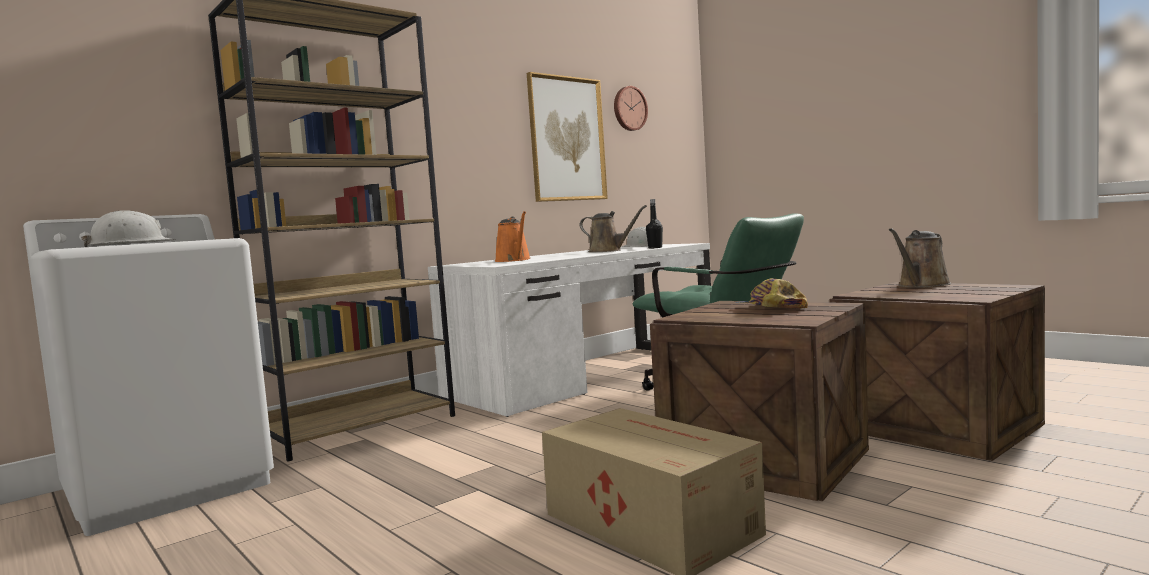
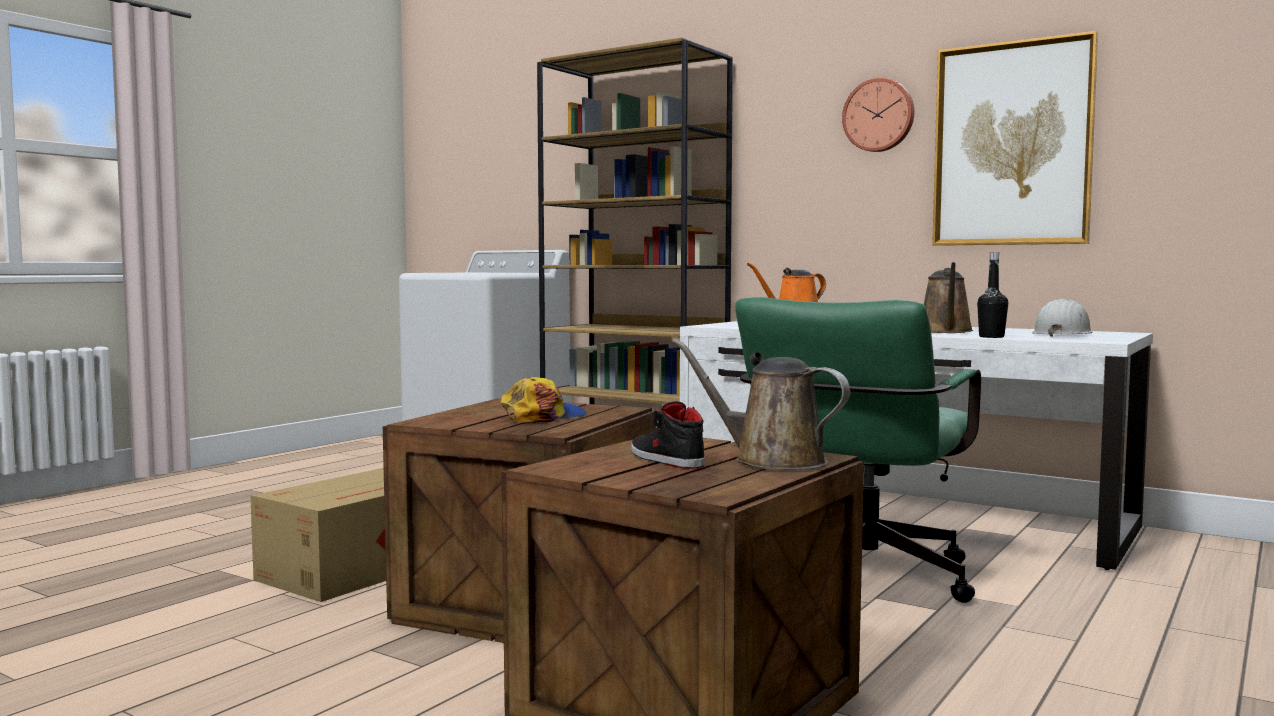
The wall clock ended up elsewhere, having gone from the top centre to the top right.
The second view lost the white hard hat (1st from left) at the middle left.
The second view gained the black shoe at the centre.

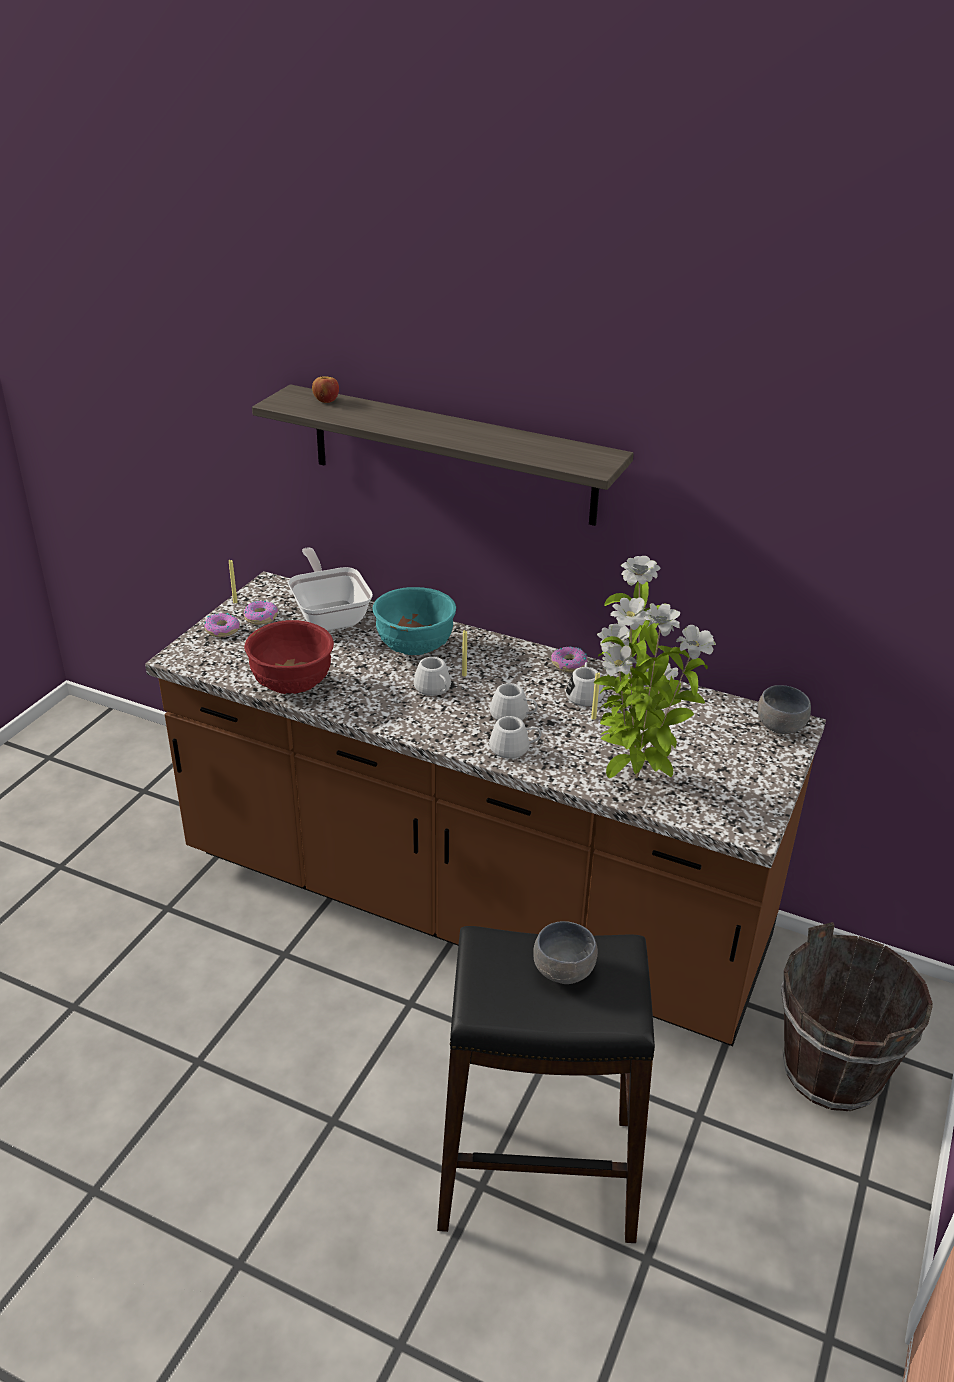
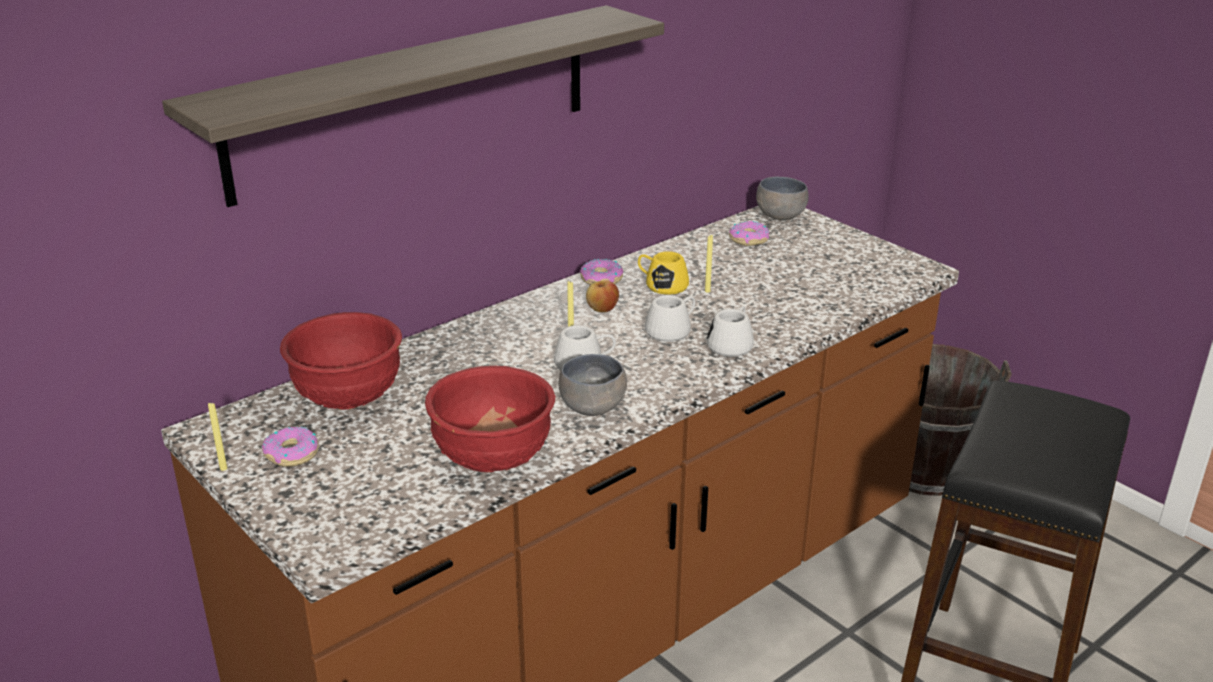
The apple ended up elsewhere, having gone from the top centre to the centre.
Where the frying pan stood at the centre, the red bowl (1st from left) came to stand at the middle left.
The second view lost the potted plant at the middle right.
The second view lost the turquoise bowl at the centre.
The donut (1st from left in the first image) ended up elsewhere, having gone from the middle left to the centre.
What was the white mug (4th from left) at the centre turned into the yellow mug at the centre.
The grey bowl (1st from left) ended up elsewhere, having gone from the bottom centre to the centre.

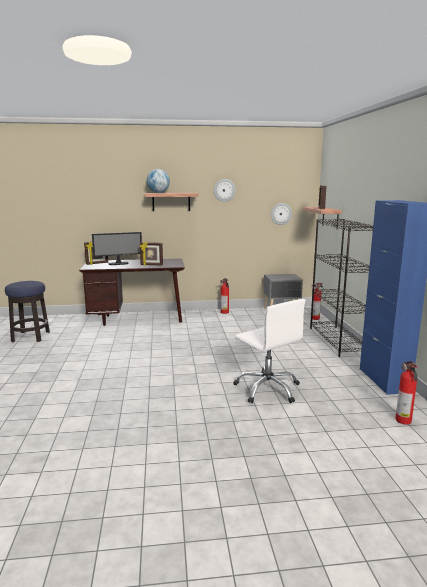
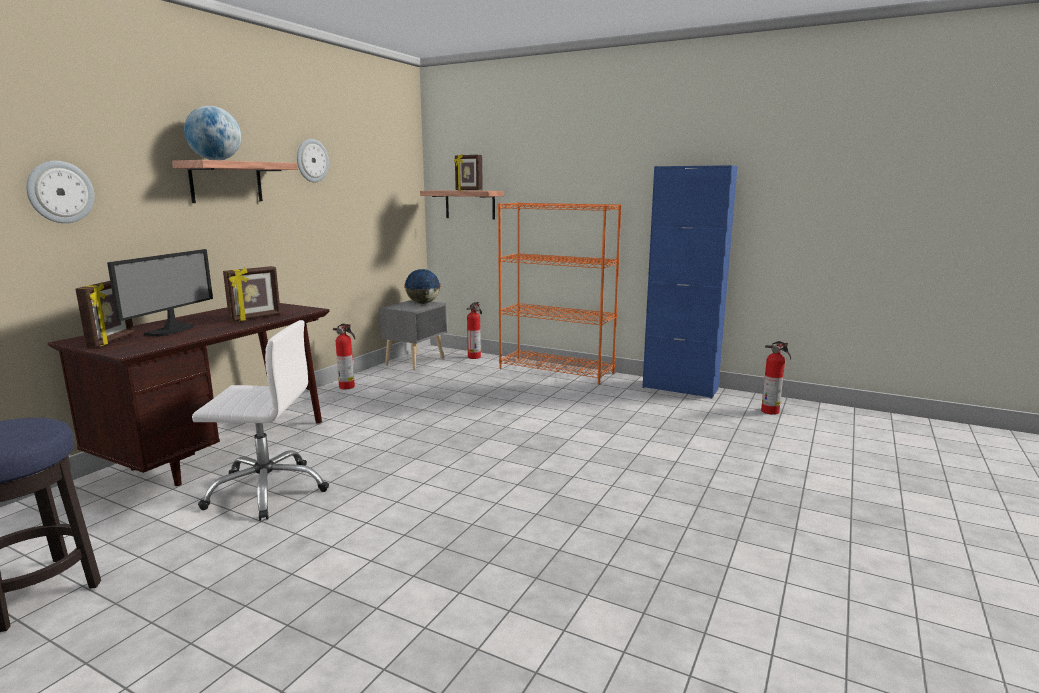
The wall clock (2nd from left in the first image) ended up elsewhere, having gone from the centre to the top left.
What was the black bookcase at the middle right turned into the orange bookcase at the centre.
The white office chair ended up elsewhere, having gone from the centre to the middle left.
The second view gained the globe (2nd from left) at the centre.

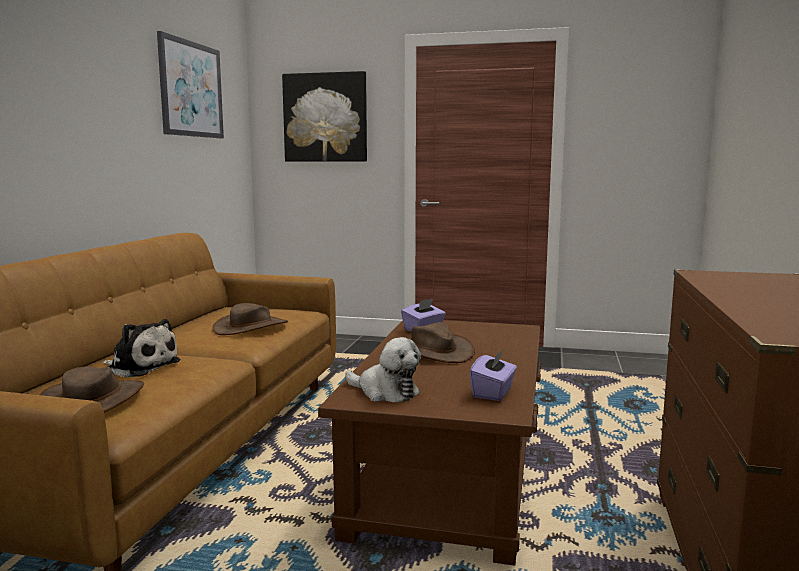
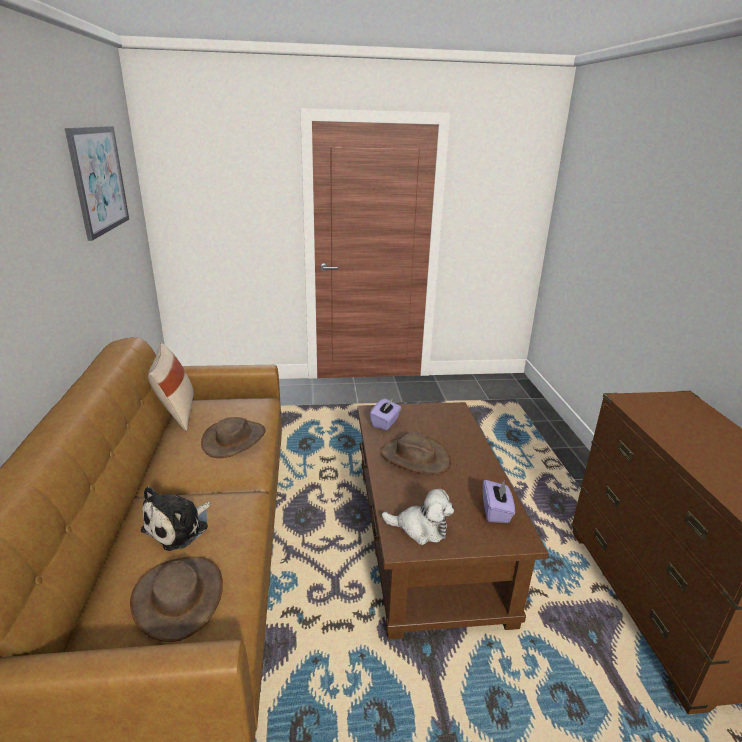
The second view lost the picture (2nd from left) at the top centre.
The plush toy (1st from left) at the middle left ended up facing another way, 120 degrees clockwise from before.
The second view gained the beige pillow at the middle left.

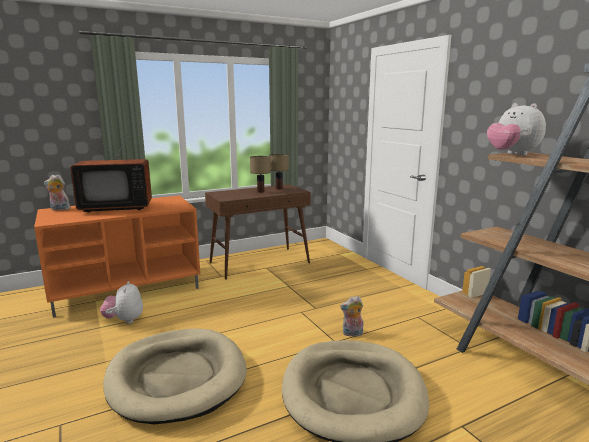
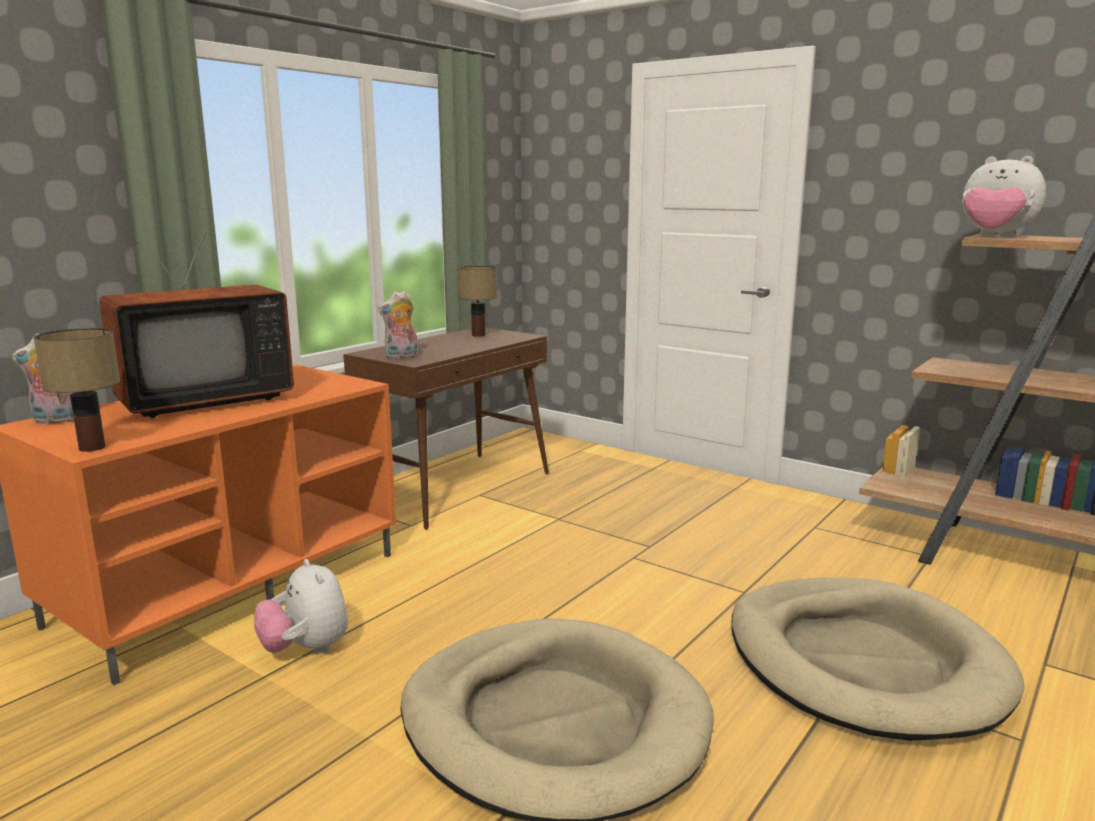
The table lamp (1st from left) ended up elsewhere, having gone from the centre to the middle left.
The plush toy (3rd from left) ended up elsewhere, having gone from the bottom centre to the centre.

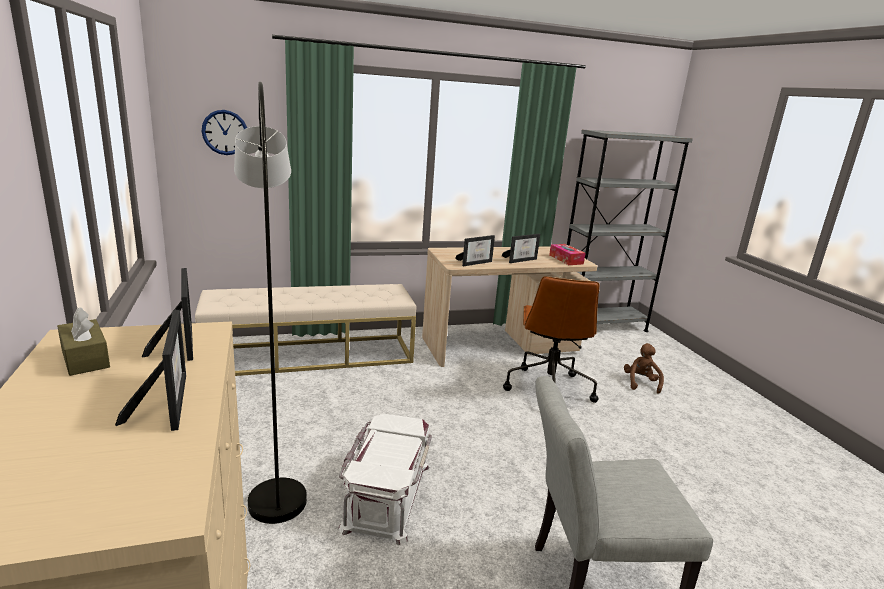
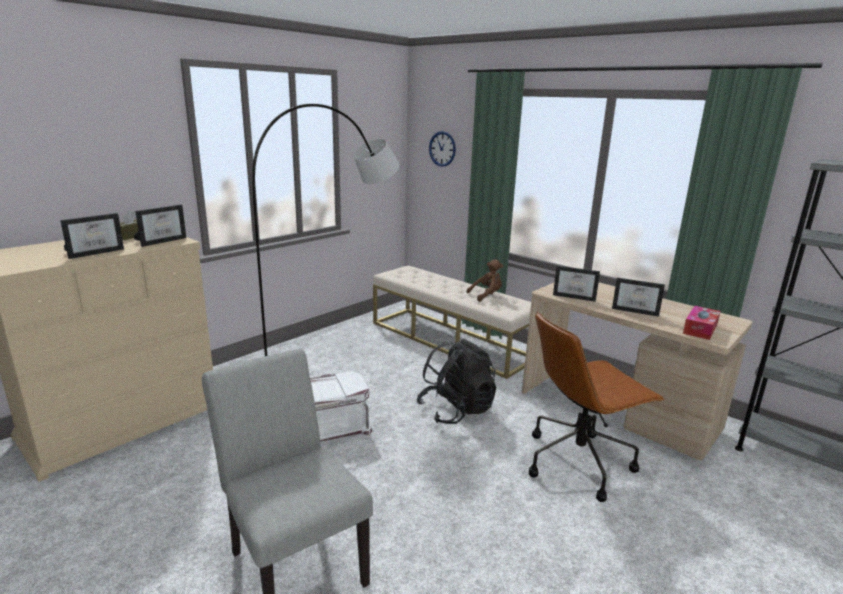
The brown plush toy ended up elsewhere, having gone from the middle right to the centre.
The second view gained the black backpack at the centre.

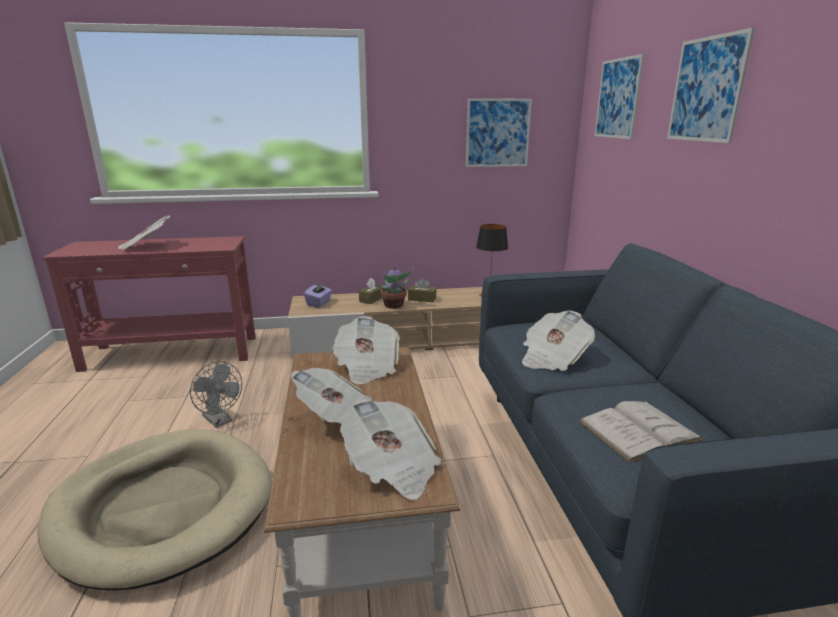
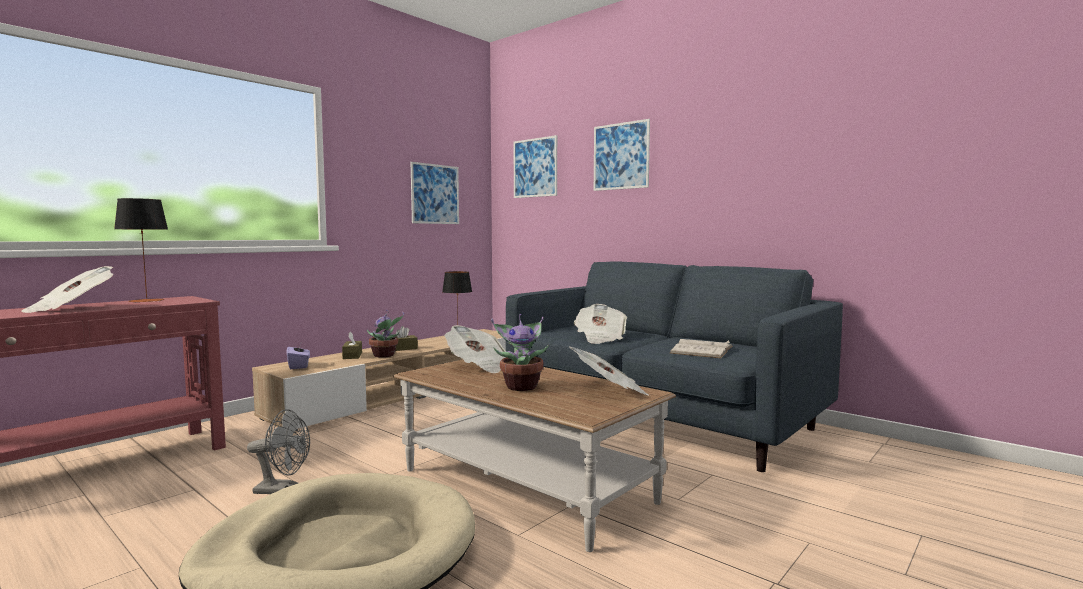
Where the newspaper (2nd from left) stood at the centre, the potted plant (2nd from left) came to stand at the centre.
The second view gained the table lamp (1st from left) at the middle left.

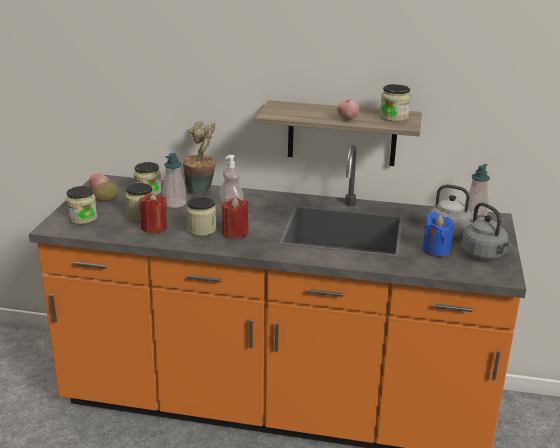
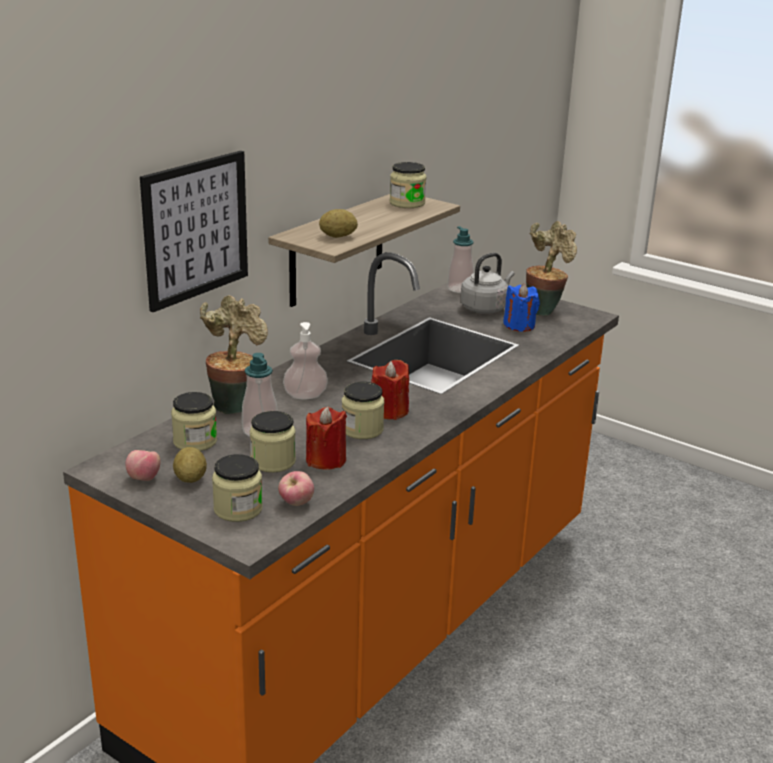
The apple (2nd from left) ended up elsewhere, having gone from the top centre to the centre.
Where the grey kettle (2nd from left) stood at the middle right, the potted plant (2nd from left) came to stand at the middle right.
The second view gained the picture at the top left.
The second view gained the potato (2nd from left) at the top centre.

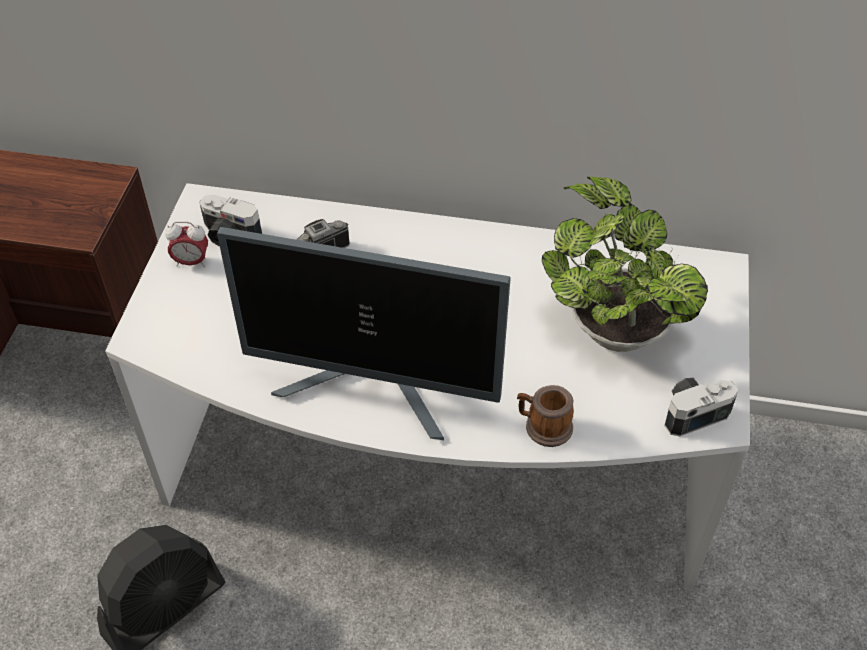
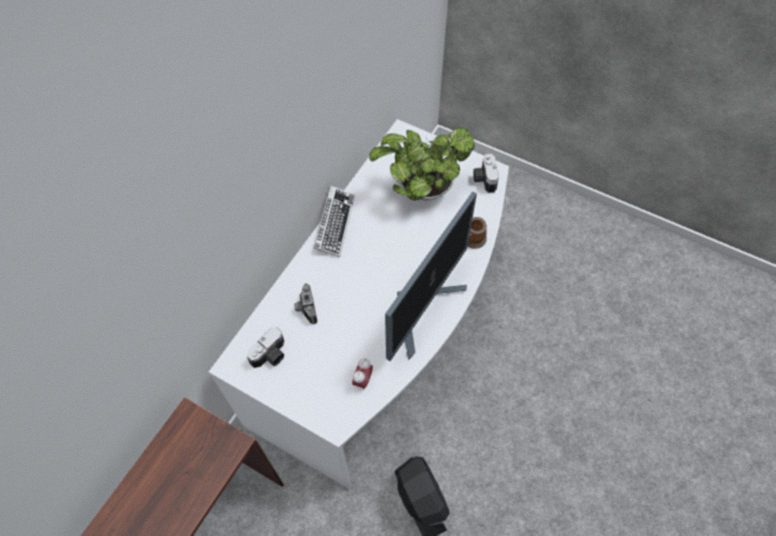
The alarm clock ended up elsewhere, having gone from the middle left to the bottom centre.
The second view gained the keyboard at the centre.

